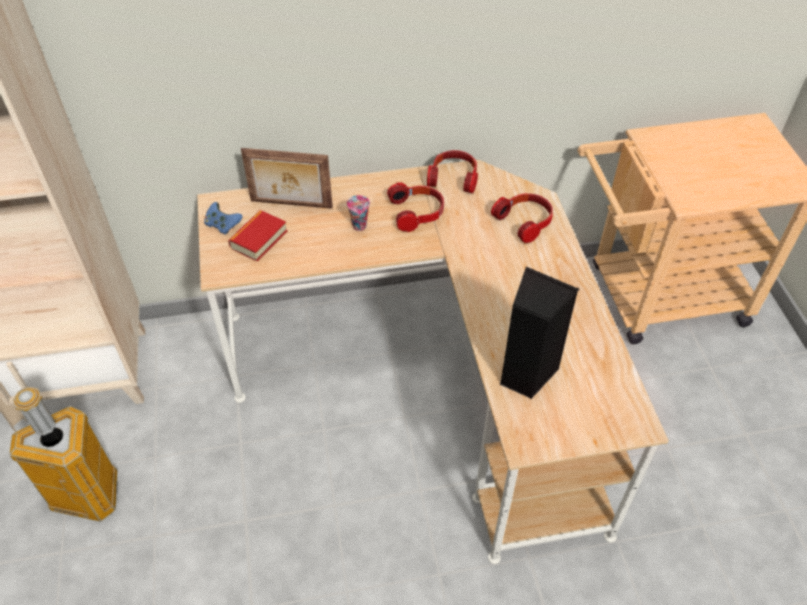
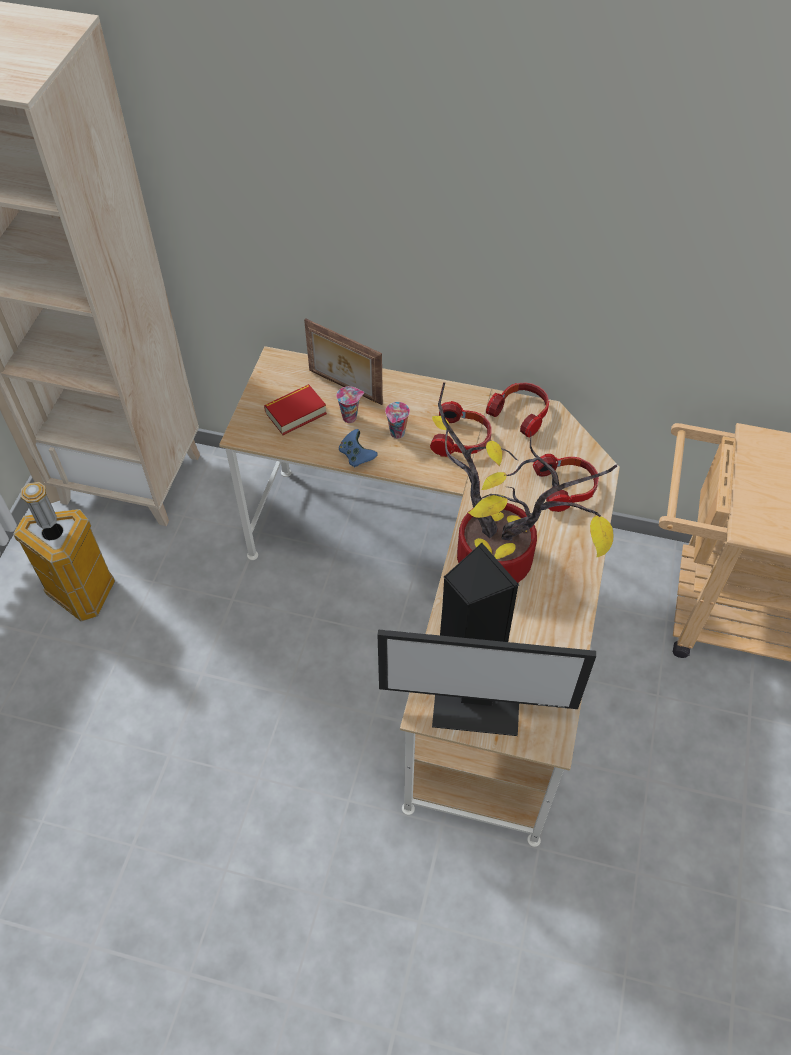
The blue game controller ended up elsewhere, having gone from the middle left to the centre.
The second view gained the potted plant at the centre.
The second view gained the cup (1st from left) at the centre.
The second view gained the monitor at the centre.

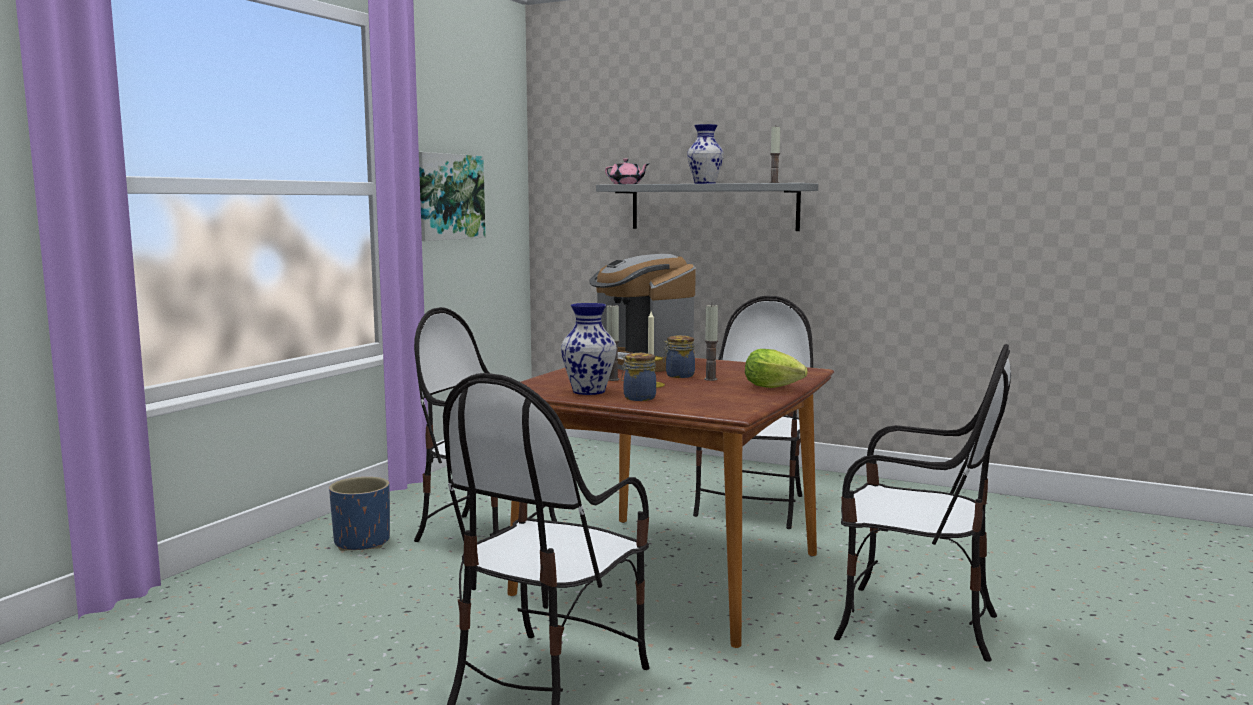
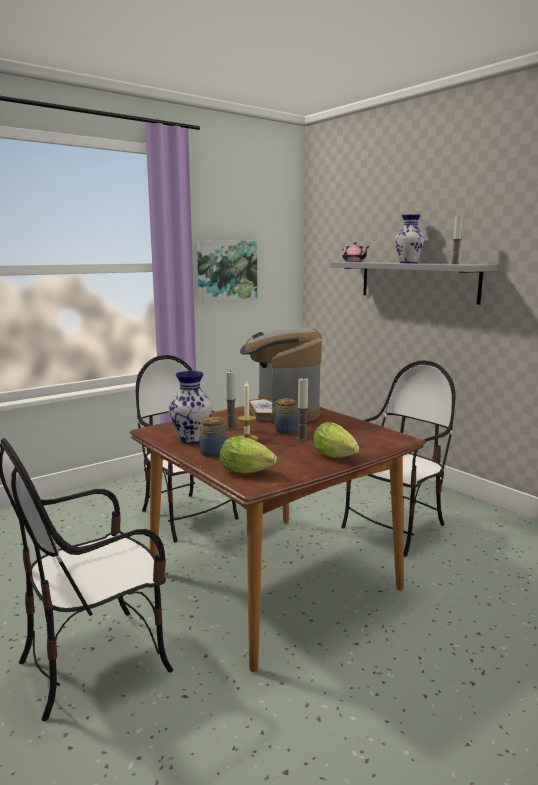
The second view lost the chair (4th from left) at the bottom right.
The second view lost the blue planter at the bottom left.
The second view gained the lettuce (1st from left) at the centre.

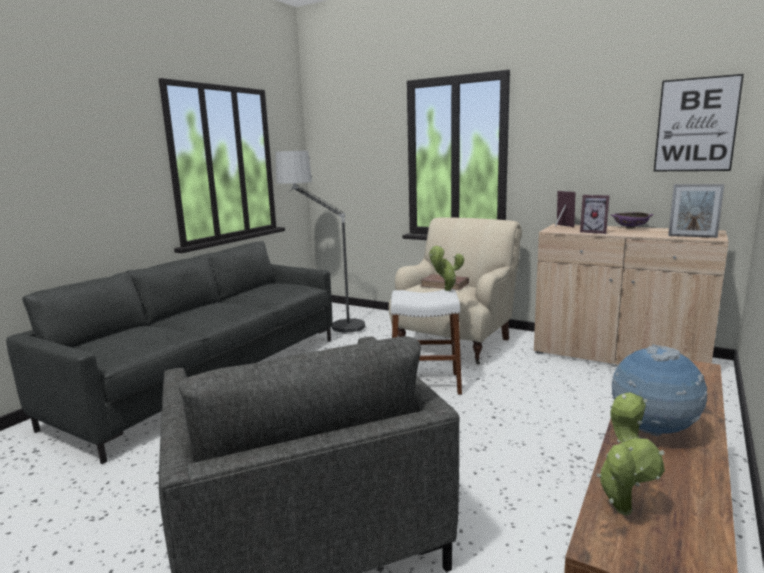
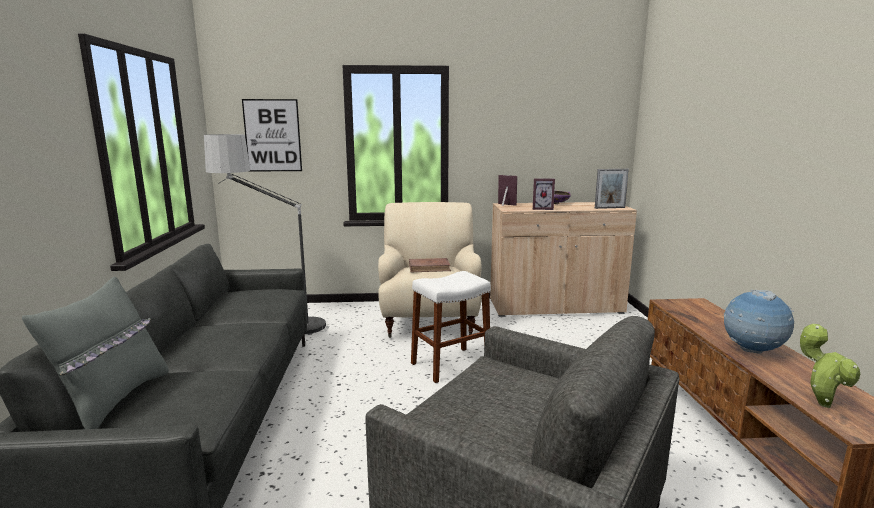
The picture ended up elsewhere, having gone from the top right to the top left.
The second view lost the potted plant (1st from left) at the centre.
The second view gained the grey pillow at the bottom left.

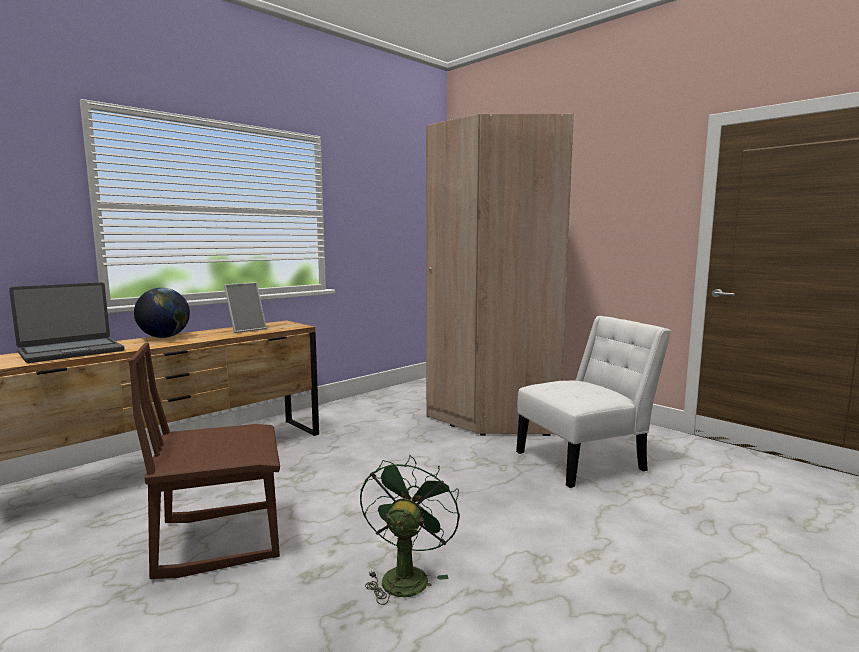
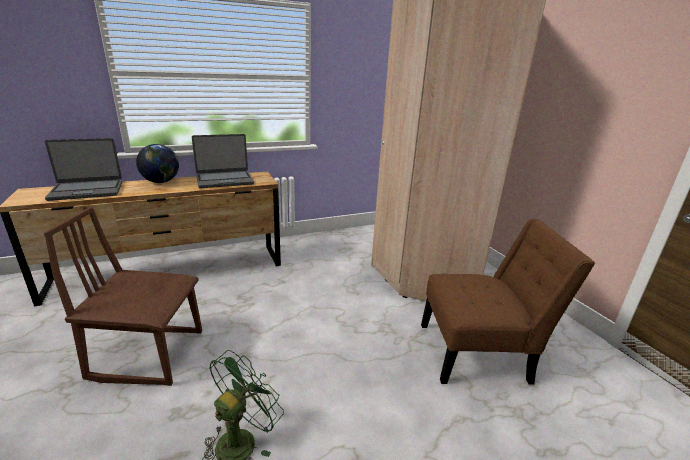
Where the picture frame stood at the middle left, the laptop (2nd from left) came to stand at the middle left.
What was the white chair at the middle right turned into the brown chair (2nd from left) at the middle right.

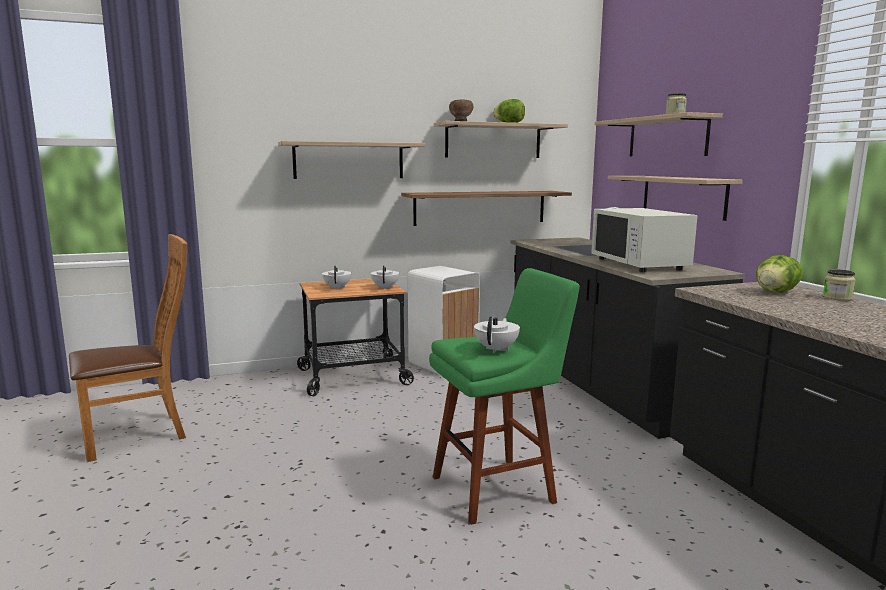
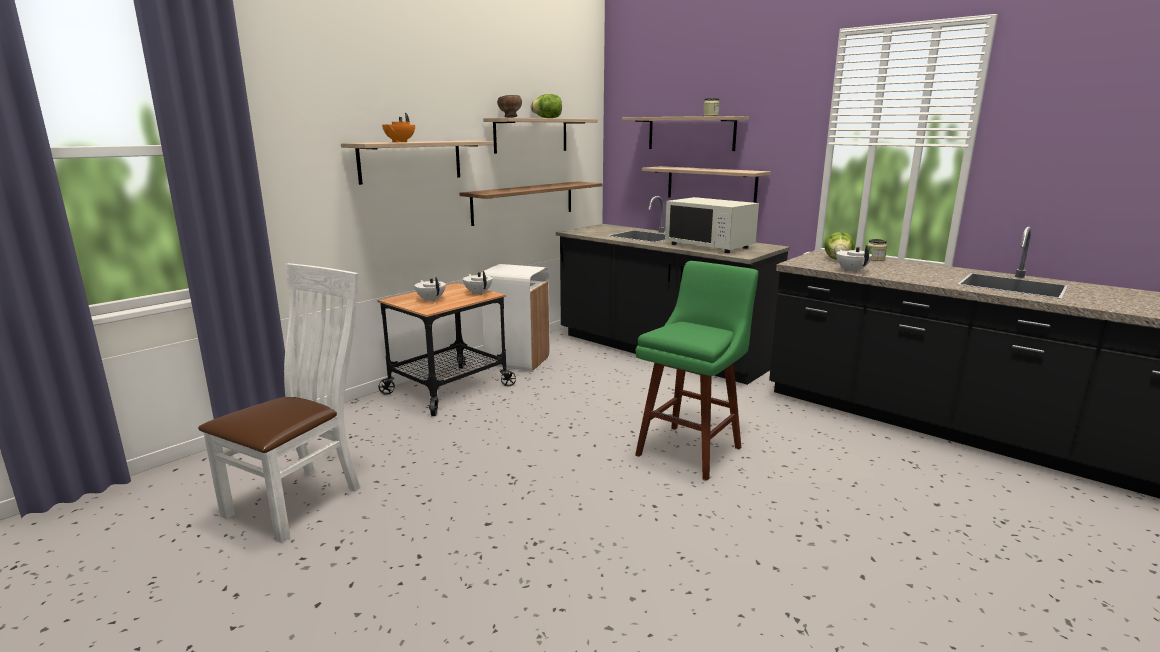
What was the brown chair at the middle left turned into the white chair at the middle left.
The white teapot (3rd from left) ended up elsewhere, having gone from the centre to the middle right.
The second view gained the orange teapot at the top centre.

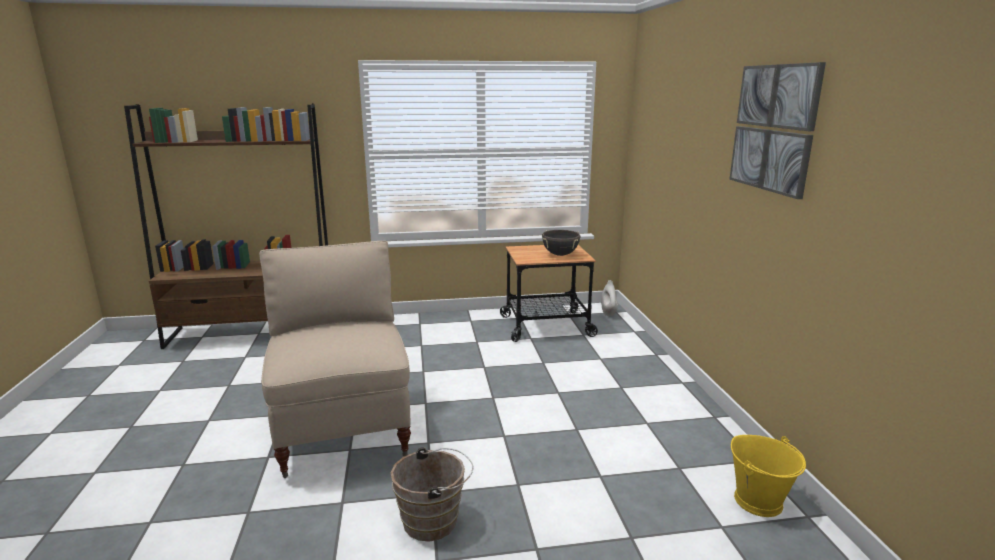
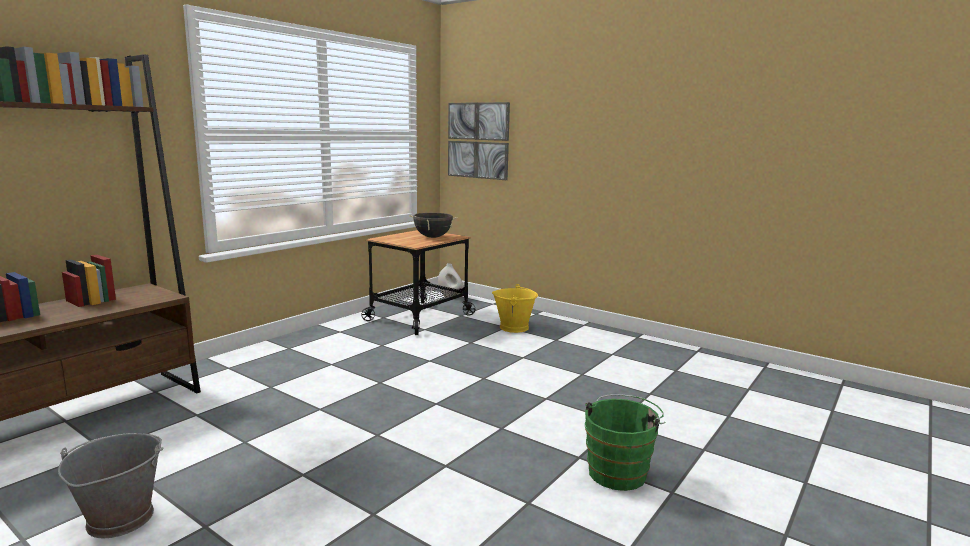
The picture ended up elsewhere, having gone from the top right to the top centre.
The second view lost the beige chair at the centre.
The yellow bucket ended up elsewhere, having gone from the bottom right to the centre.
What was the brown bucket at the bottom centre turned into the green bucket at the bottom centre.
The second view gained the grey bucket at the bottom left.

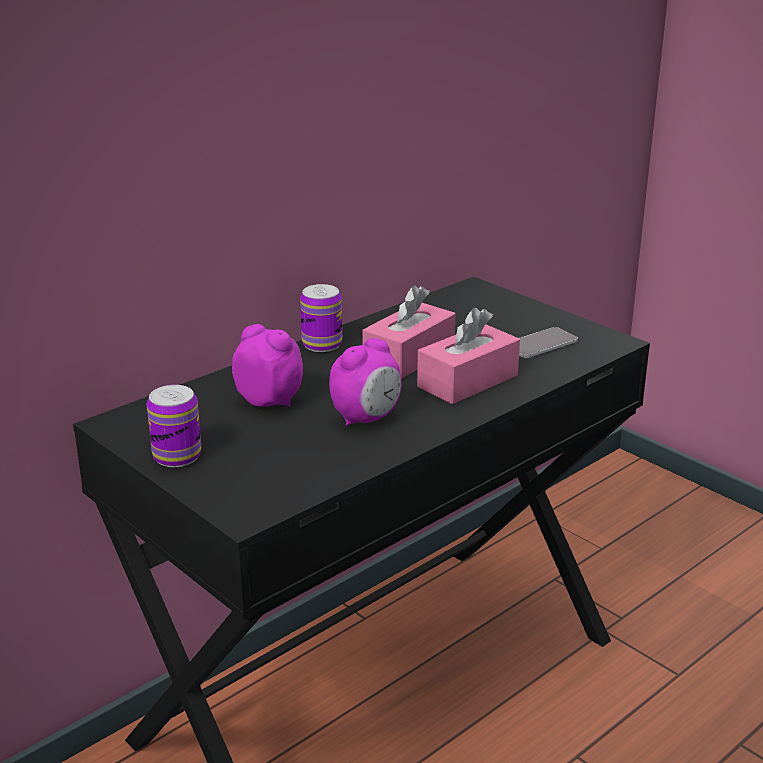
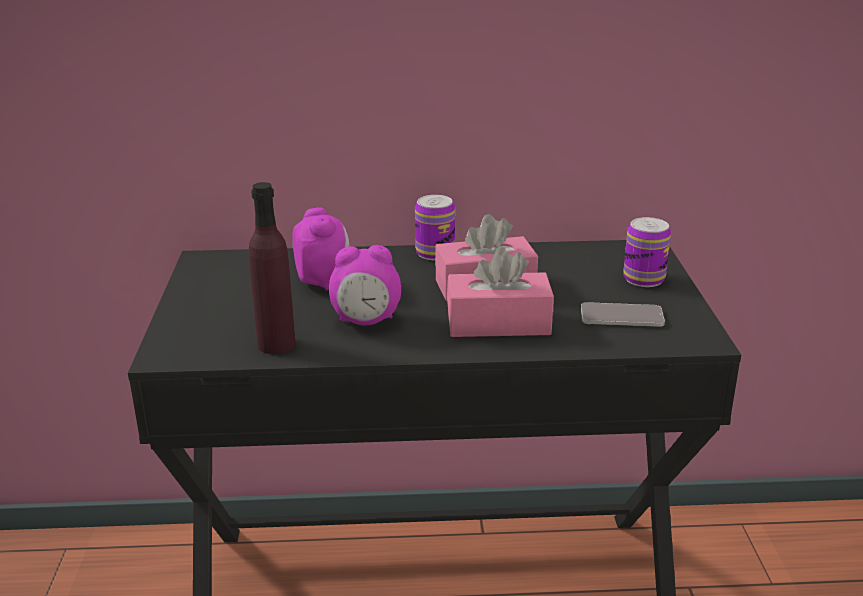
The can (1st from left in the first image) ended up elsewhere, having gone from the middle left to the middle right.
The second view gained the purple bottle at the middle left.

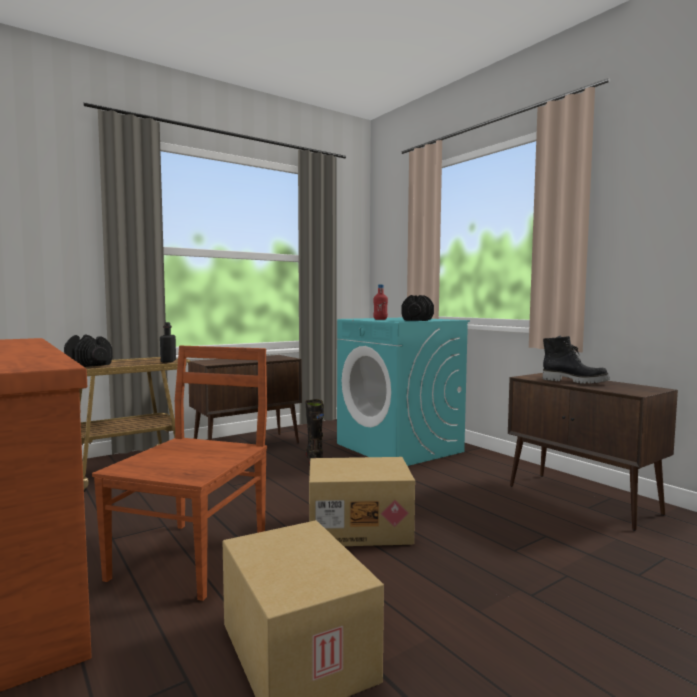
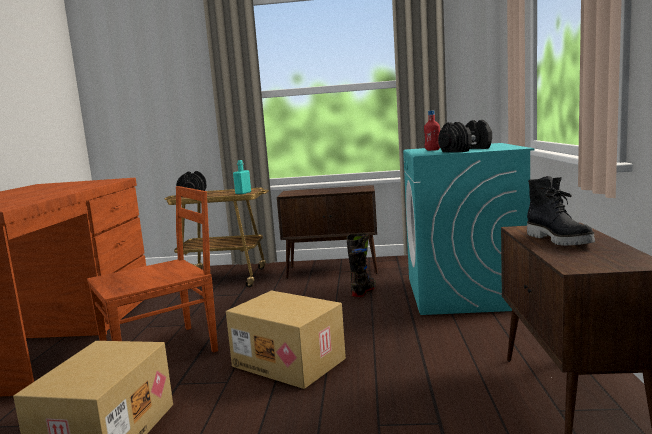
What was the black bottle at the middle left turned into the turquoise bottle at the centre.

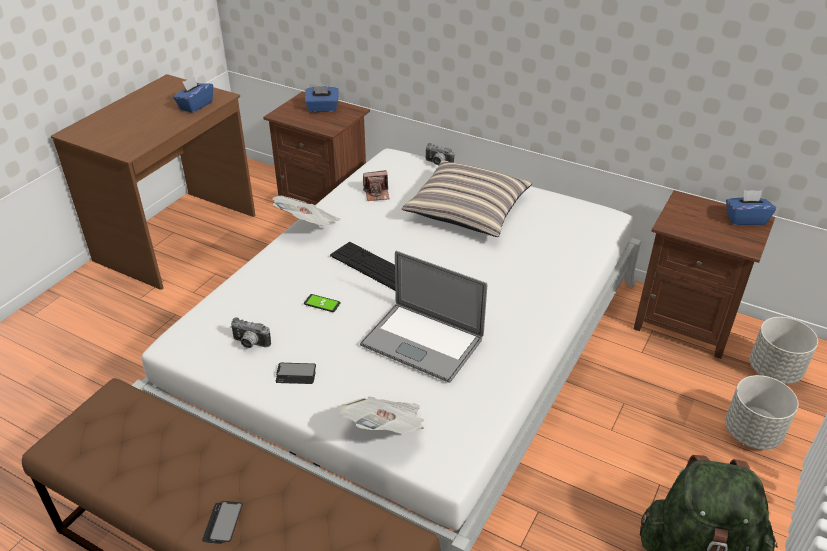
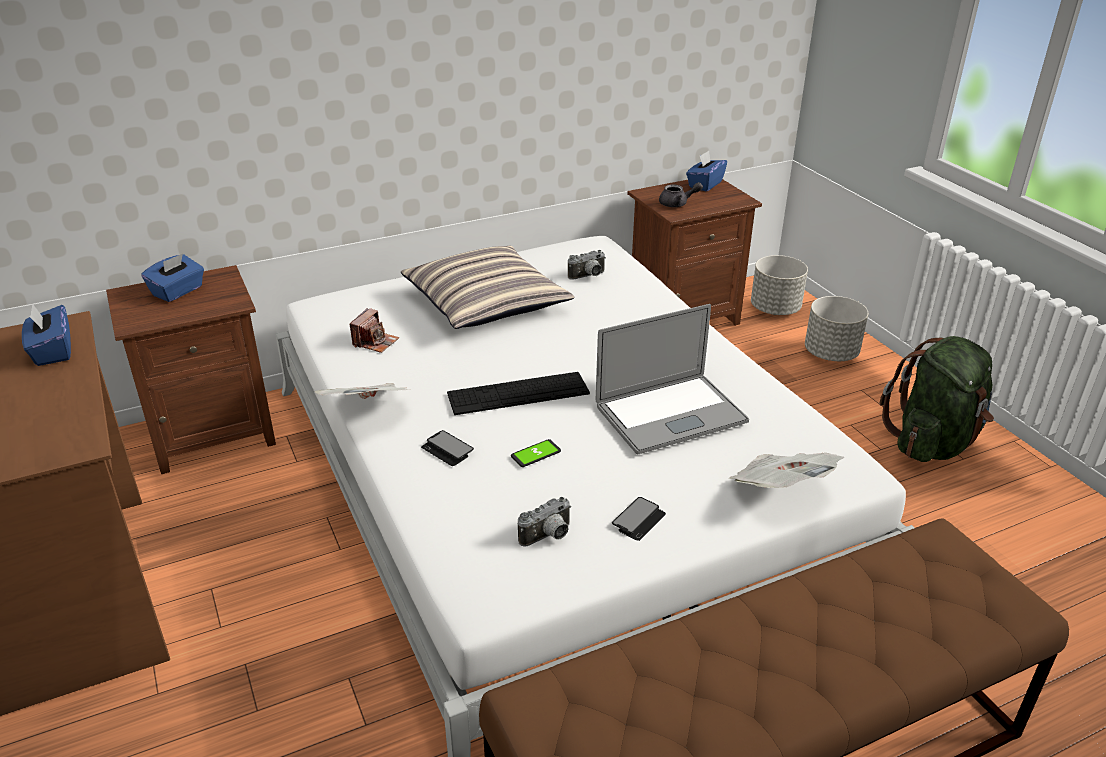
The photo camera (3rd from left) ended up elsewhere, having gone from the top centre to the centre.
The phone (1st from left) ended up elsewhere, having gone from the bottom left to the centre.
The second view gained the grey teapot at the top centre.

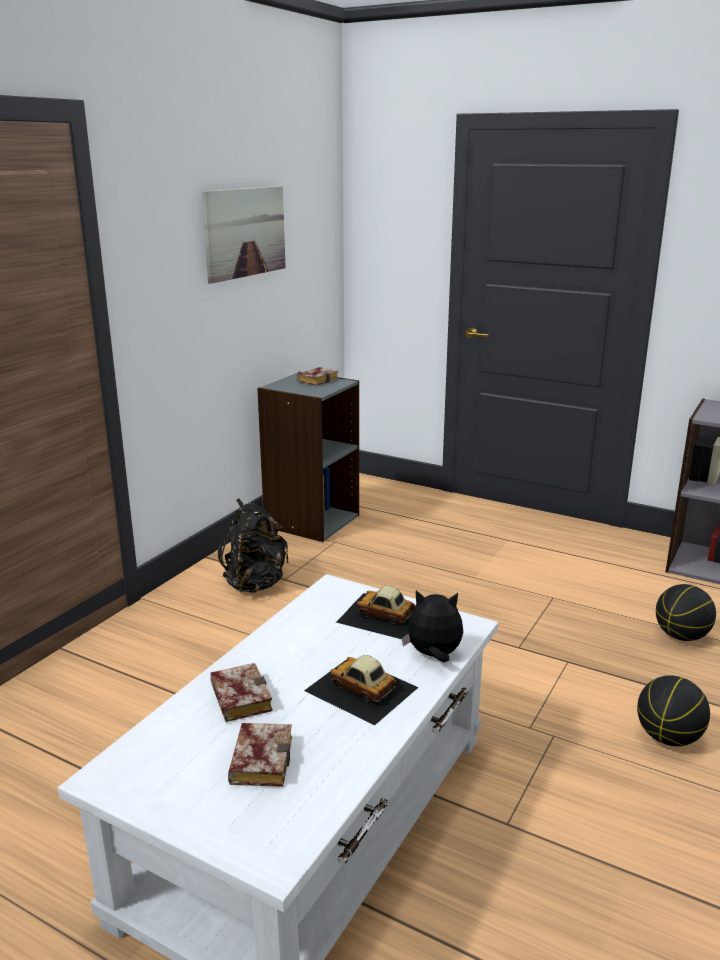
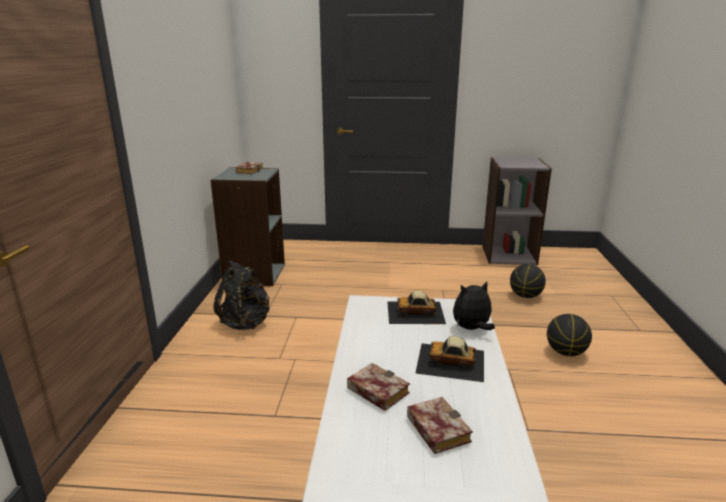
The second view lost the picture at the top centre.

